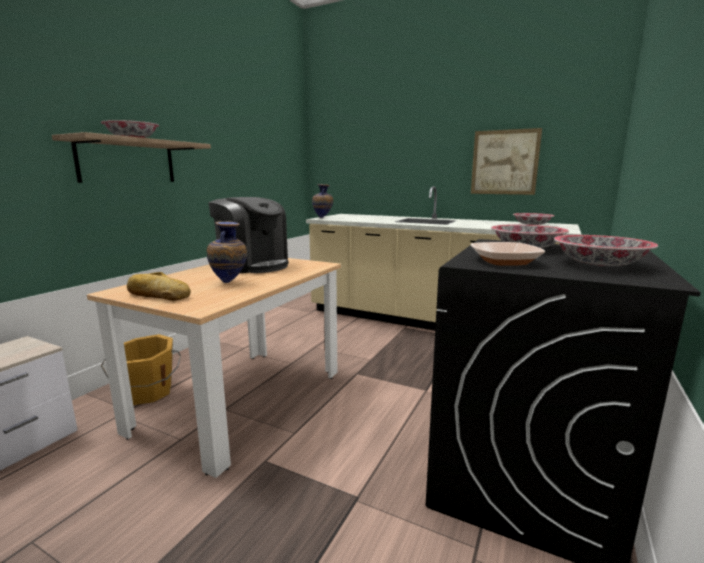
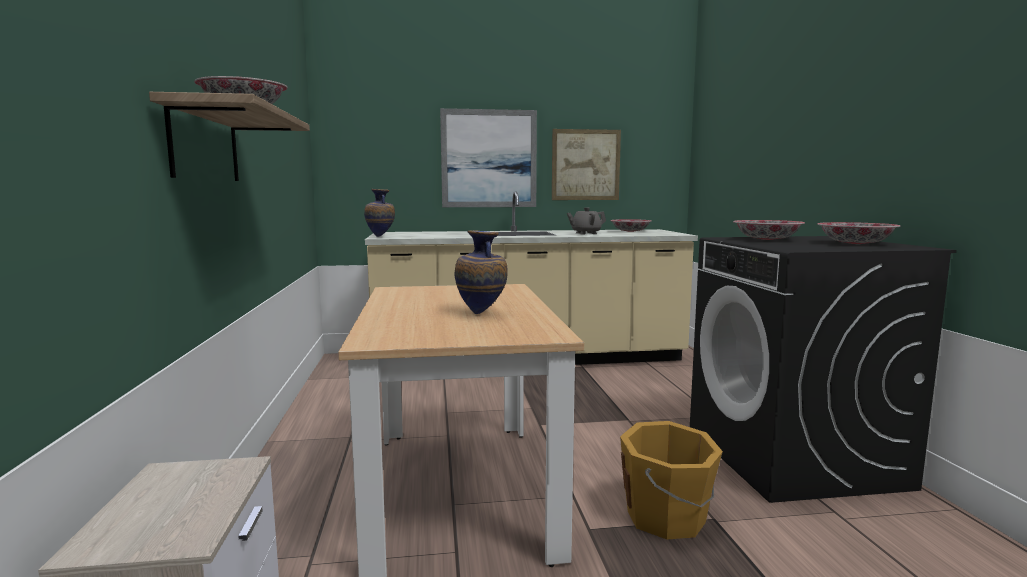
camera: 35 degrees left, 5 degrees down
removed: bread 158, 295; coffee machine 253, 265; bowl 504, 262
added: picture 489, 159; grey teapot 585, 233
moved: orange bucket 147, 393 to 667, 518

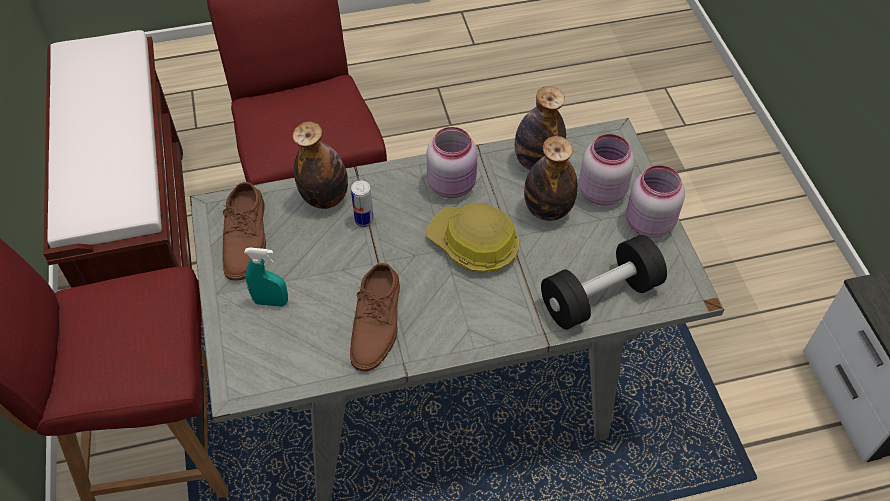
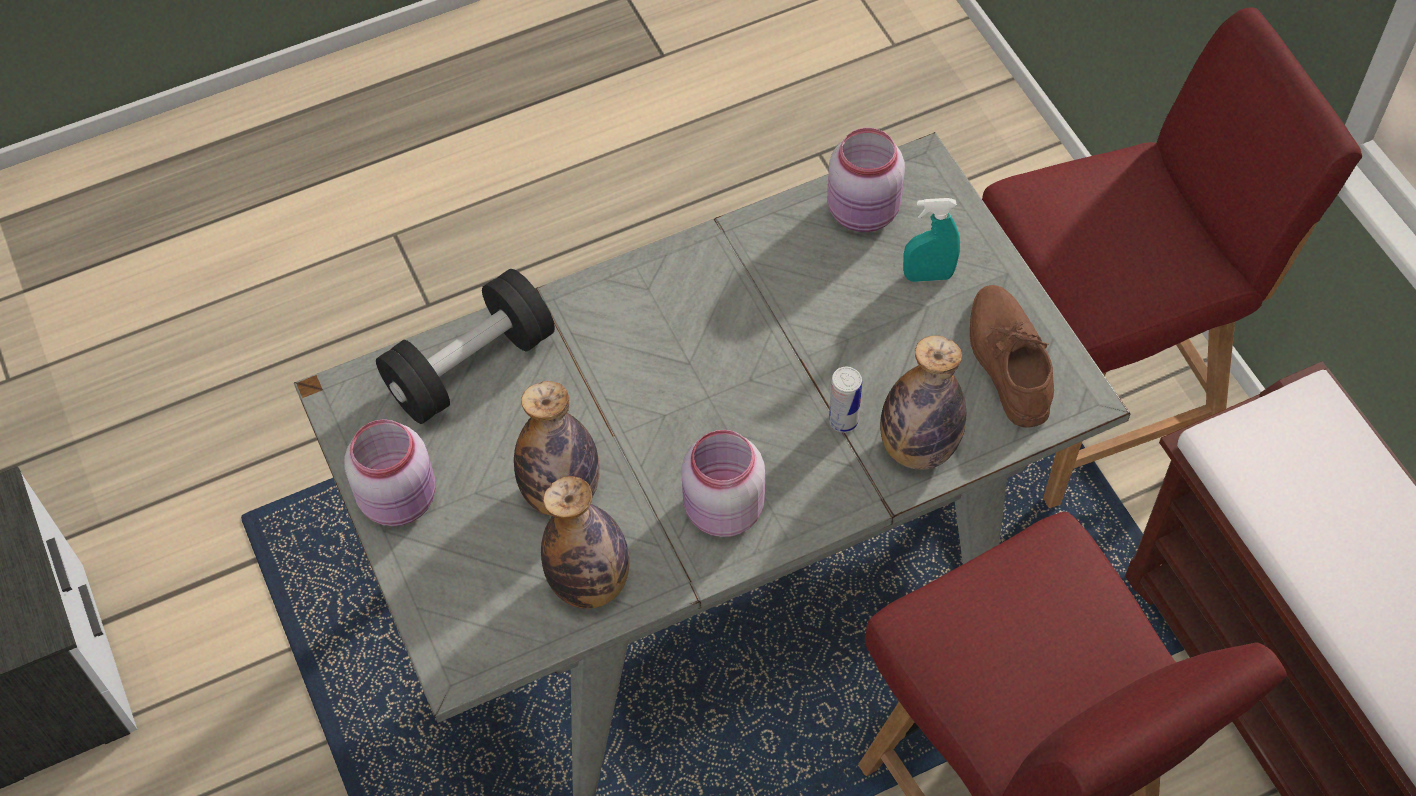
camera: 170 degrees right, 5 degrees up
removed: brown shoe 377, 322; hard hat 473, 245
moved: pink jar 600, 191 to 864, 212

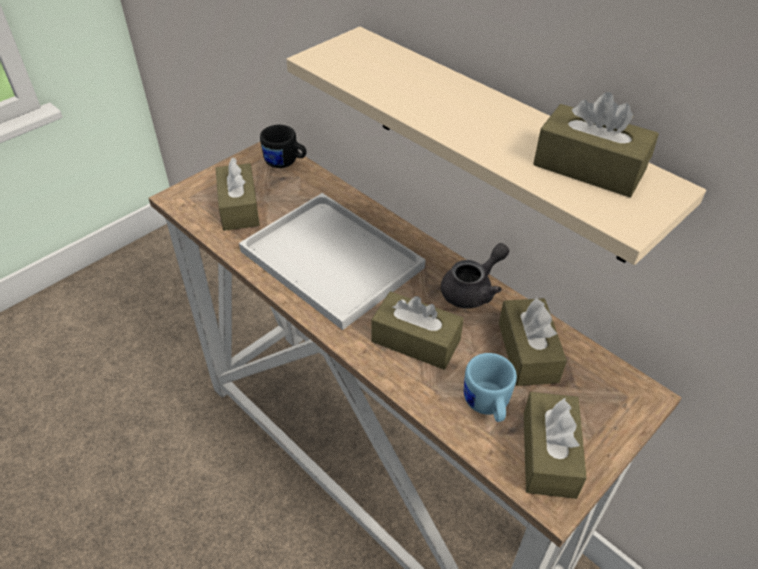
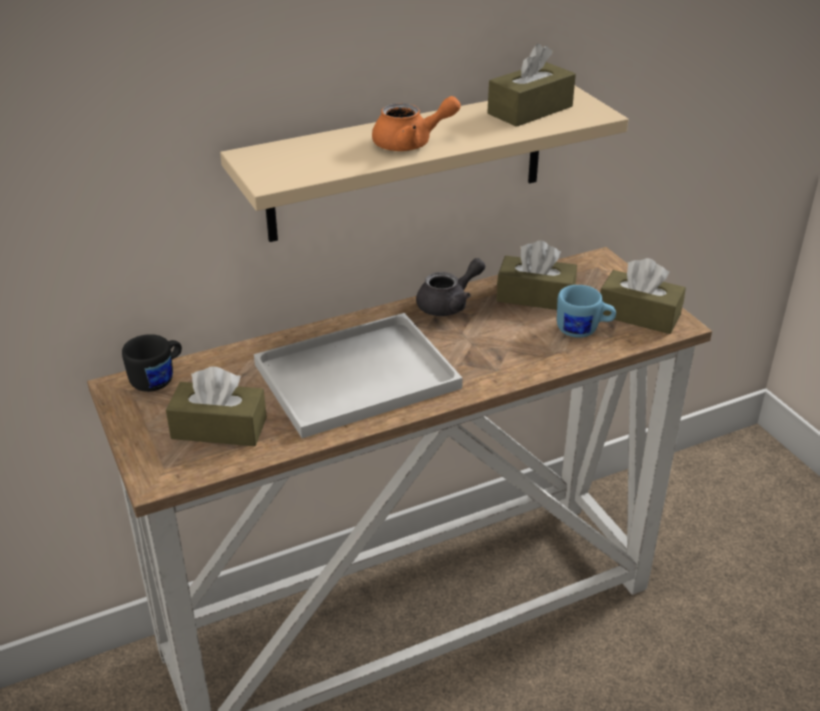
camera: 70 degrees left, 10 degrees down
removed: brown tissue box 416, 341
added: orange teapot 411, 143
turned: grey teapot 473, 290 = 449, 304 75 degrees clockwise

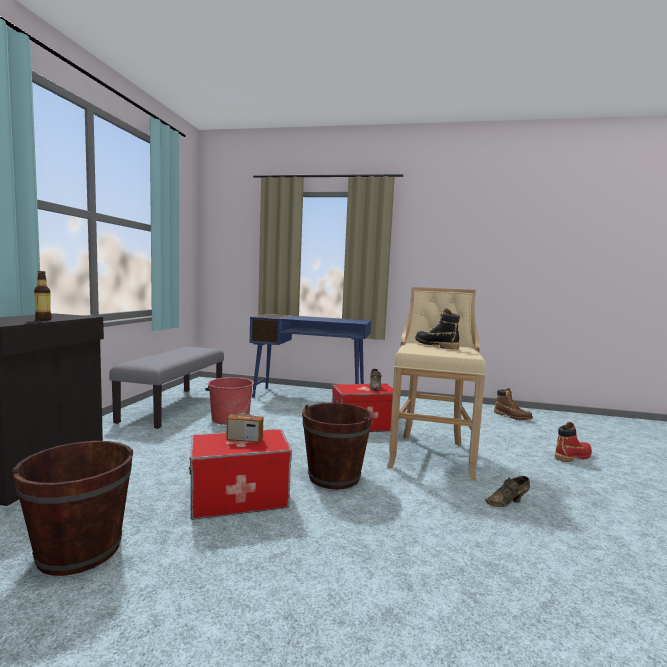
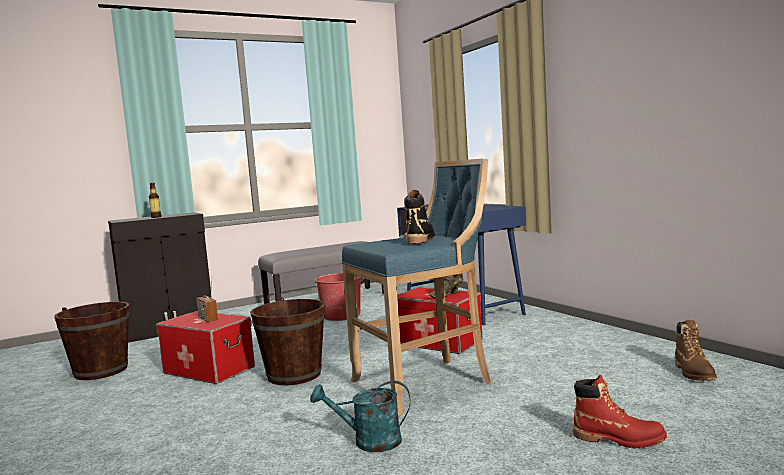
camera: 50 degrees right, 0 degrees up
replaced: brown shoe 508, 502 to turquoise watering can 368, 442
recoloured: beige stool 431, 454 to blue stool 426, 382

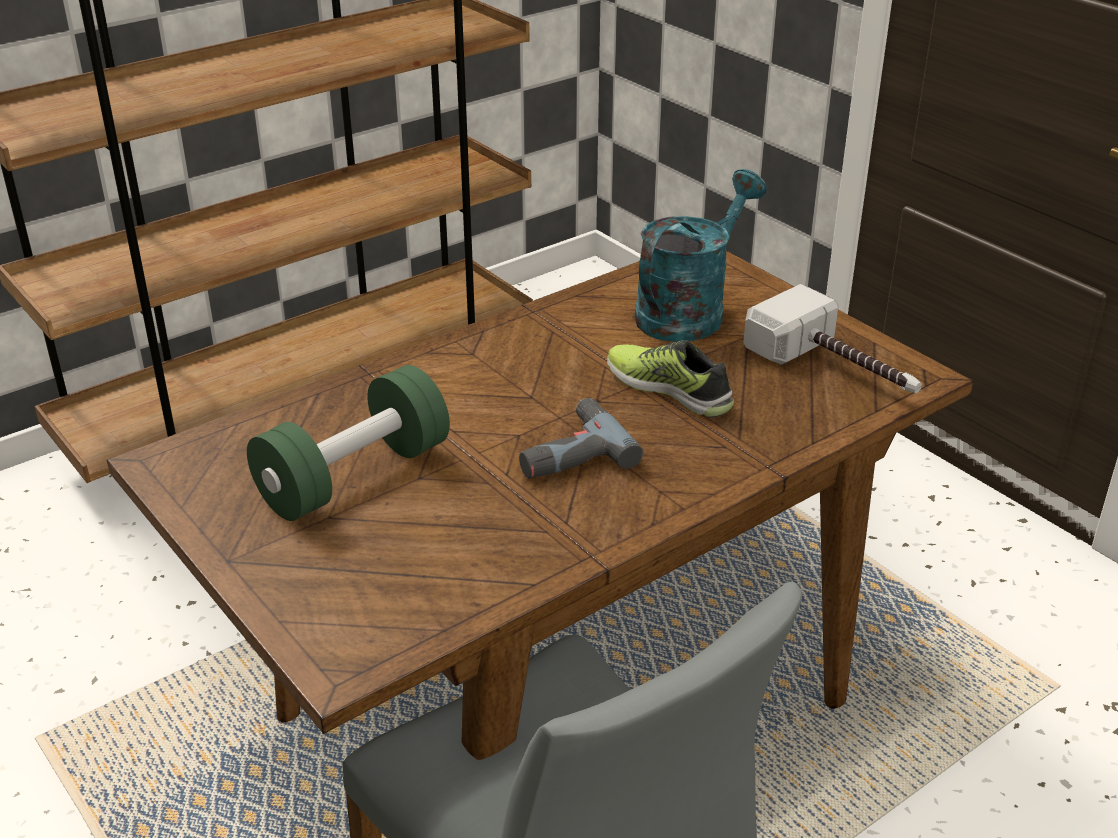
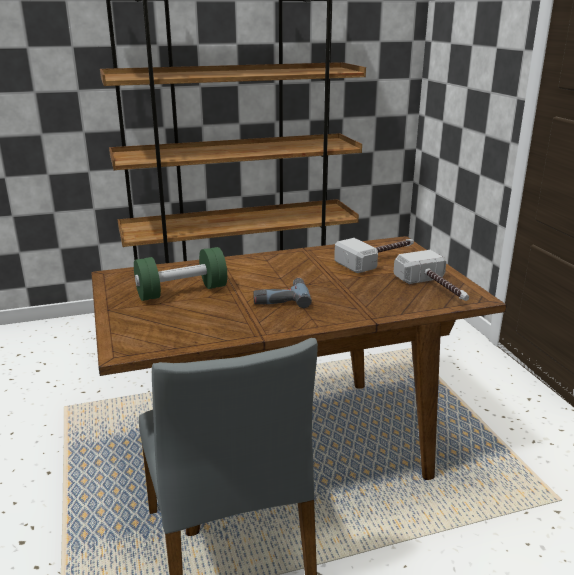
camera: 20 degrees right, 10 degrees down
removed: shoe 670, 389
replaced: turquoise watering can 688, 311 to hammer 378, 259

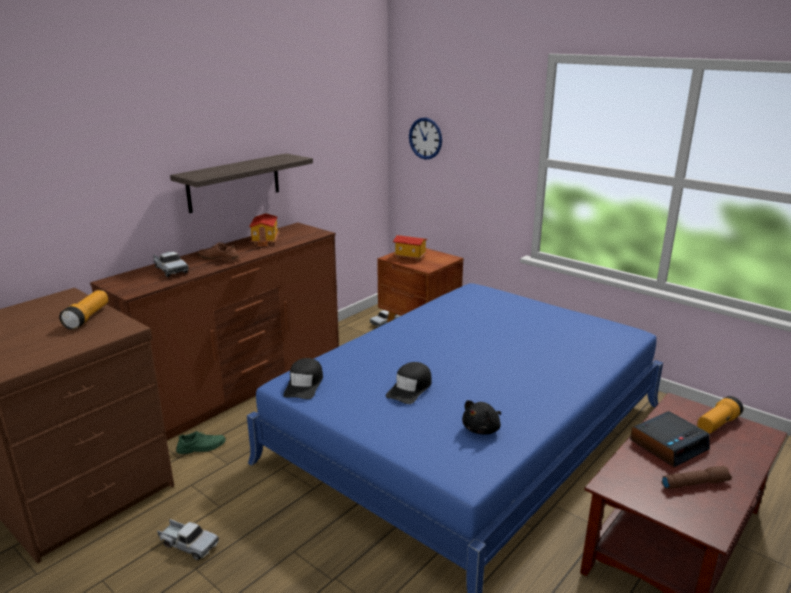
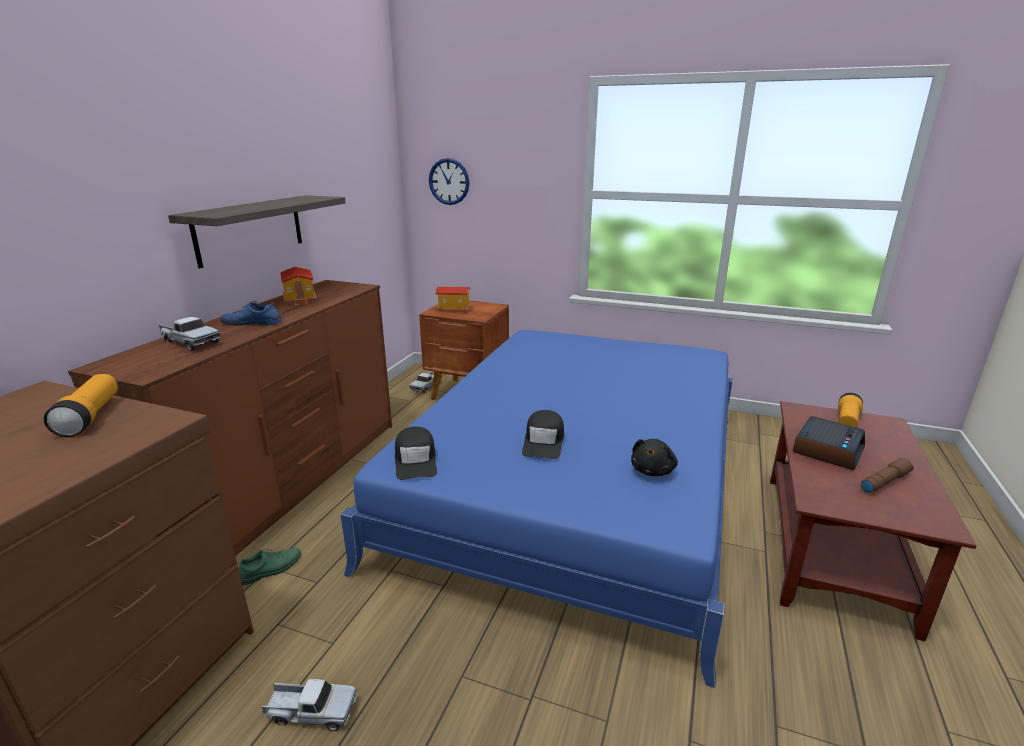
camera: 20 degrees left, 0 degrees up
recoloured: brown shoe 219, 258 to blue shoe 252, 323

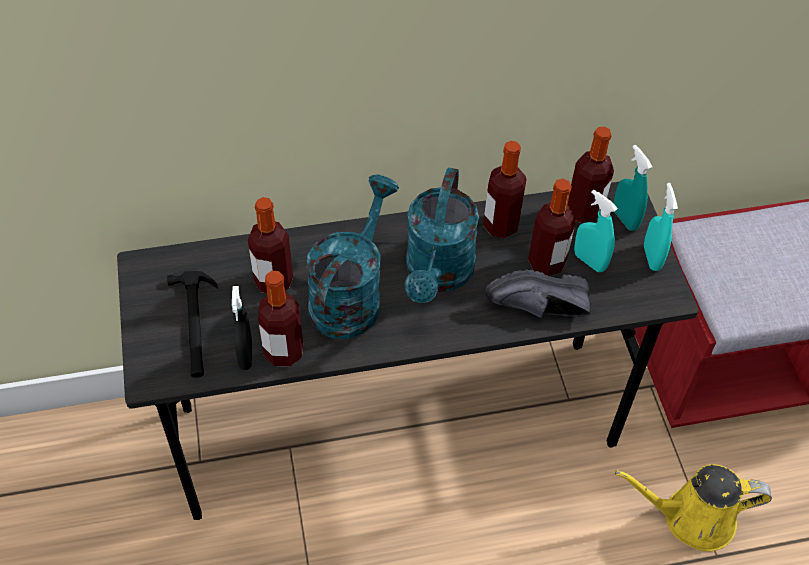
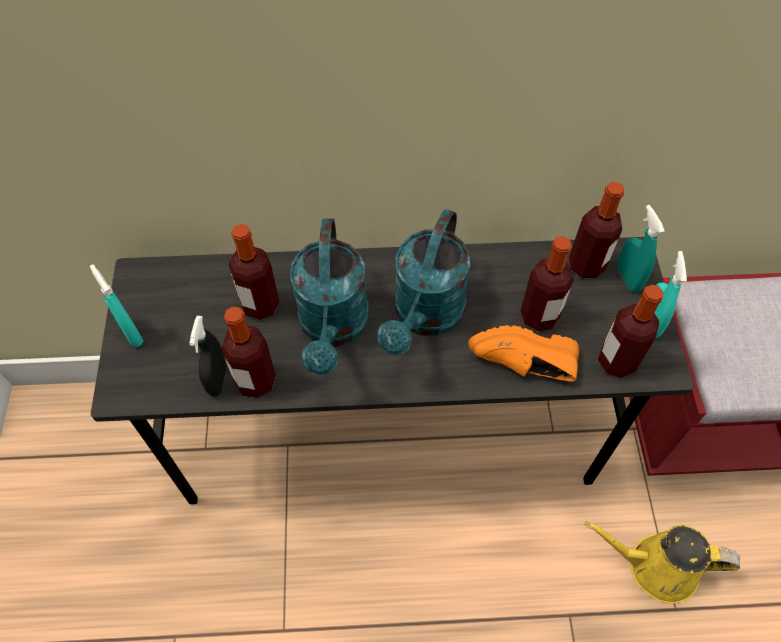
camera: 10 degrees right, 5 degrees up
removed: hammer 195, 325
moved: turquoise spray bottle 589, 261 to 131, 334; bottle 500, 225 to 616, 361
recoloured: black shoe 539, 310 to orange shoe 523, 367
turned: turquoise watering can 350, 295 = 333, 328 150 degrees clockwise

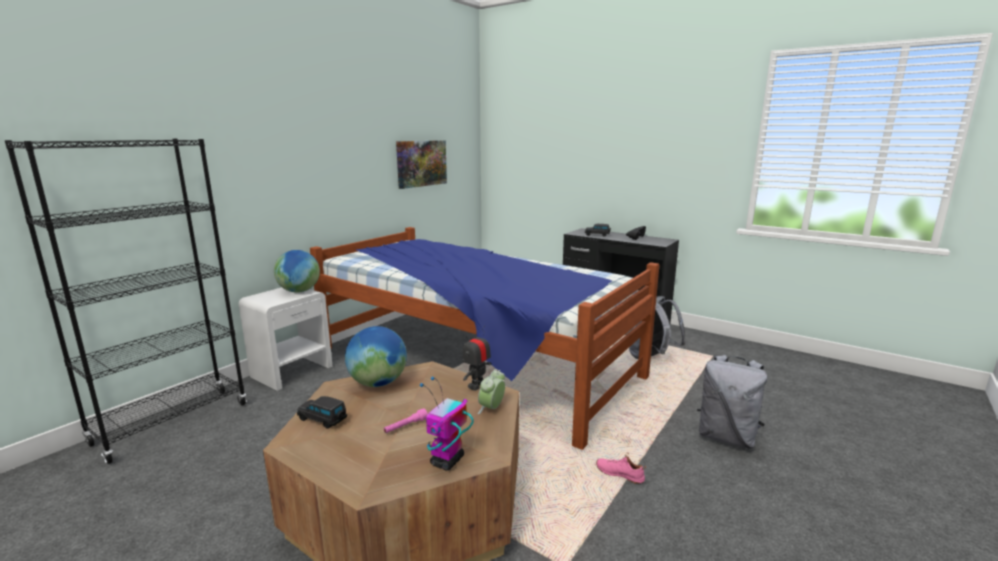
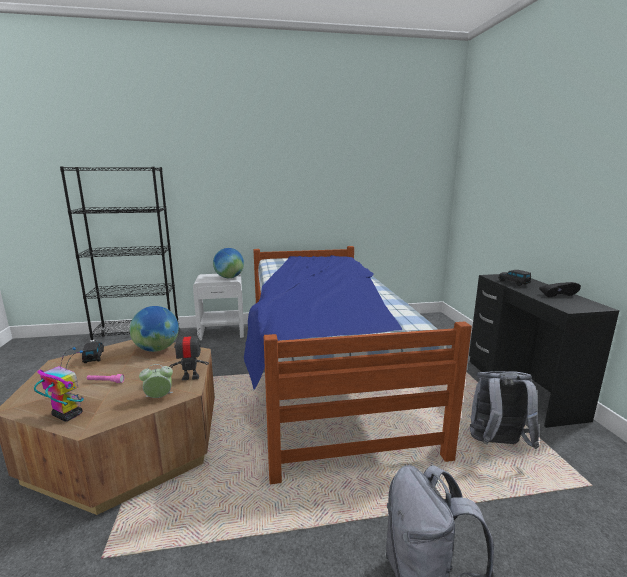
camera: 45 degrees right, 0 degrees up
removed: picture 421, 163; pink shoe 620, 474
turned: toy robot 447, 461 = 67, 415 45 degrees clockwise

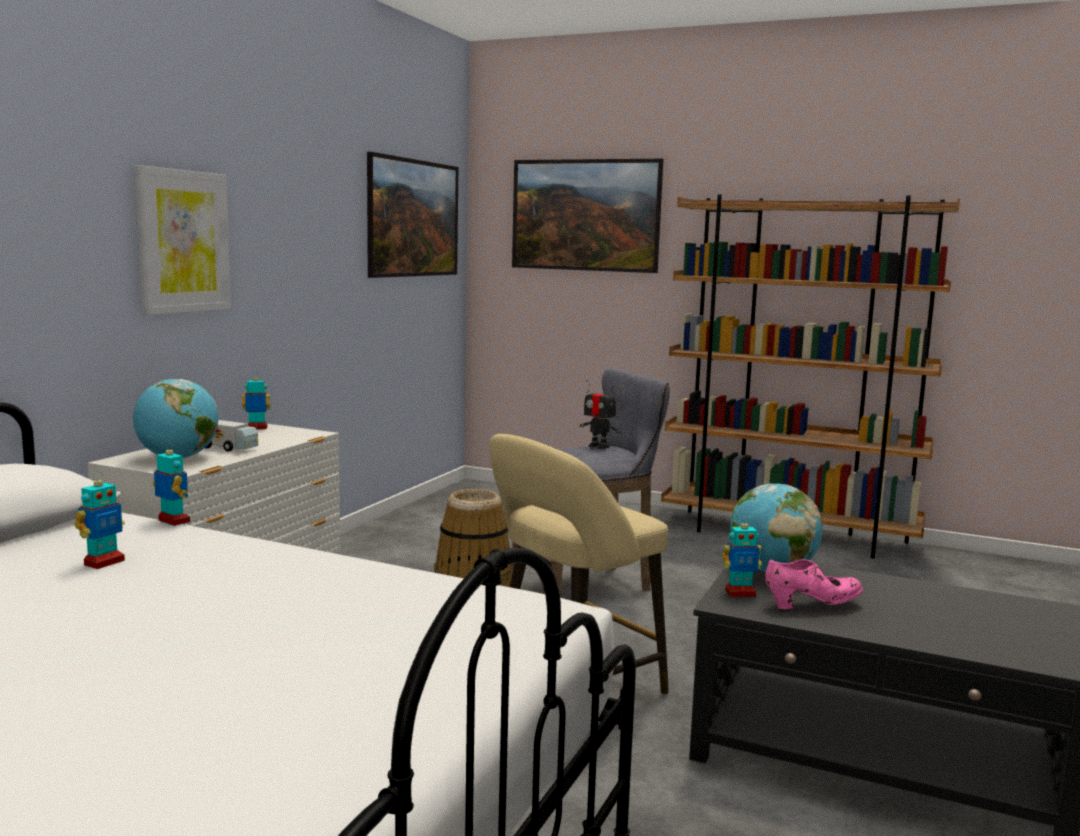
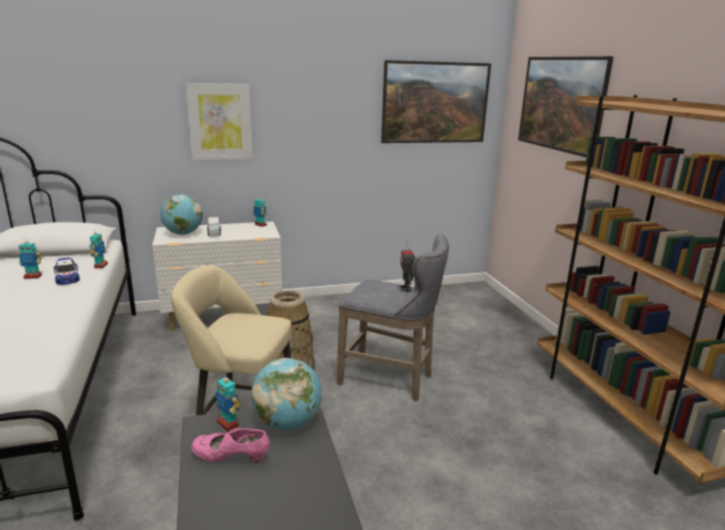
camera: 50 degrees right, 10 degrees up
added: toy car 67, 277
turned: pink shoe 812, 605 = 231, 458 150 degrees clockwise

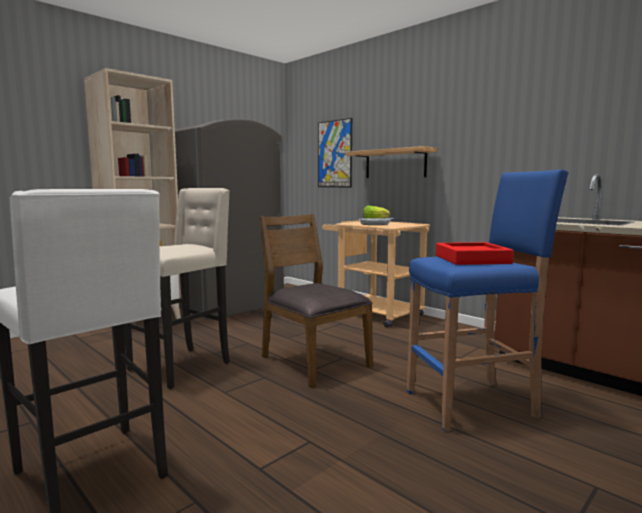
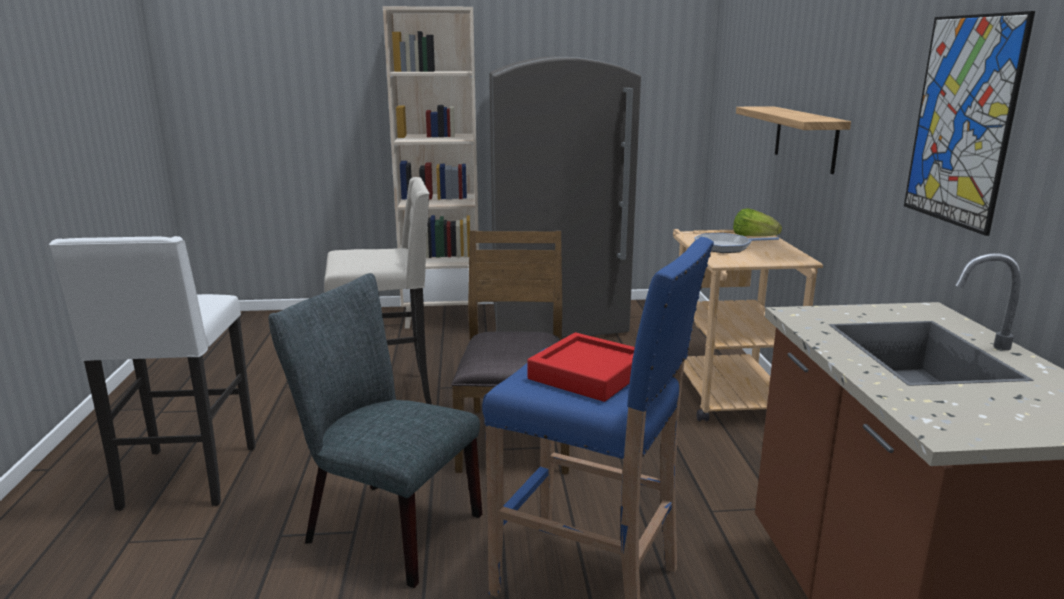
camera: 40 degrees right, 10 degrees up
added: grey chair 383, 526
moved: picture 334, 154 to 962, 121

